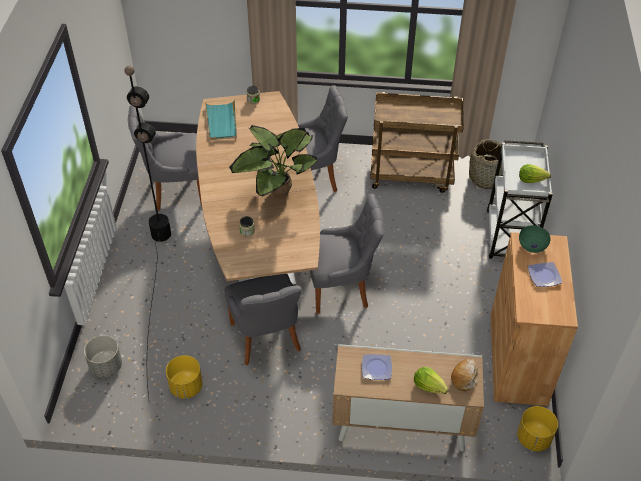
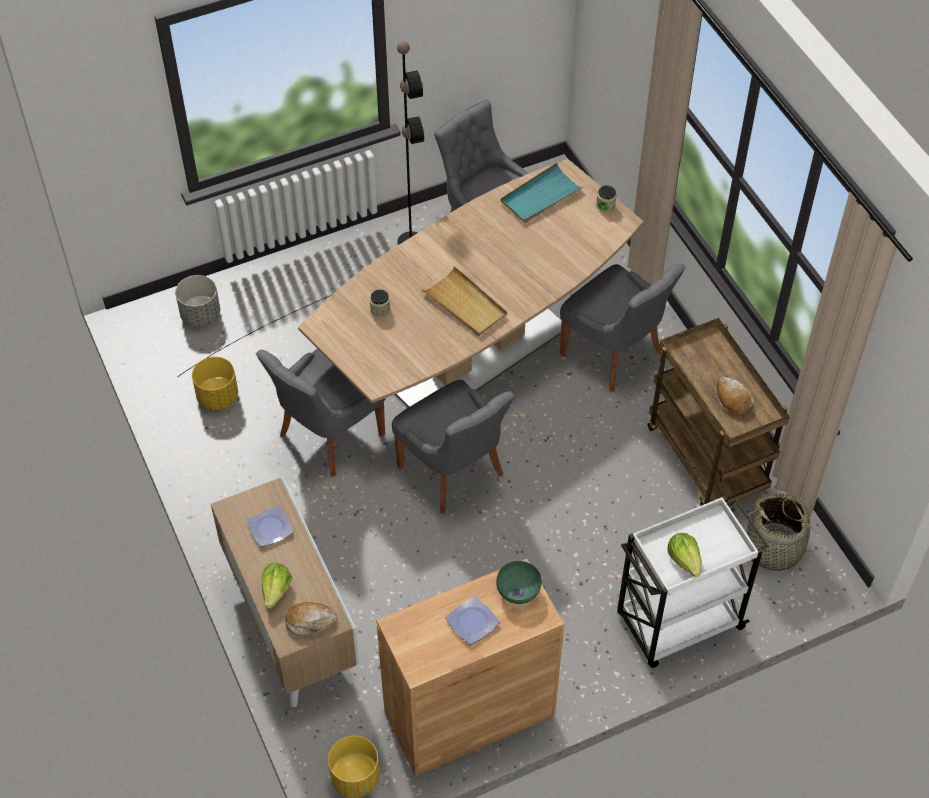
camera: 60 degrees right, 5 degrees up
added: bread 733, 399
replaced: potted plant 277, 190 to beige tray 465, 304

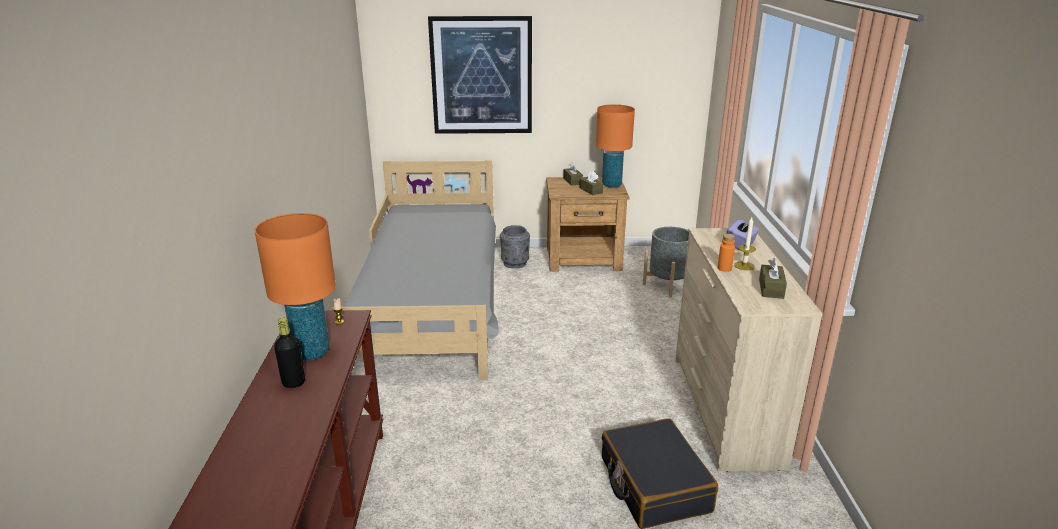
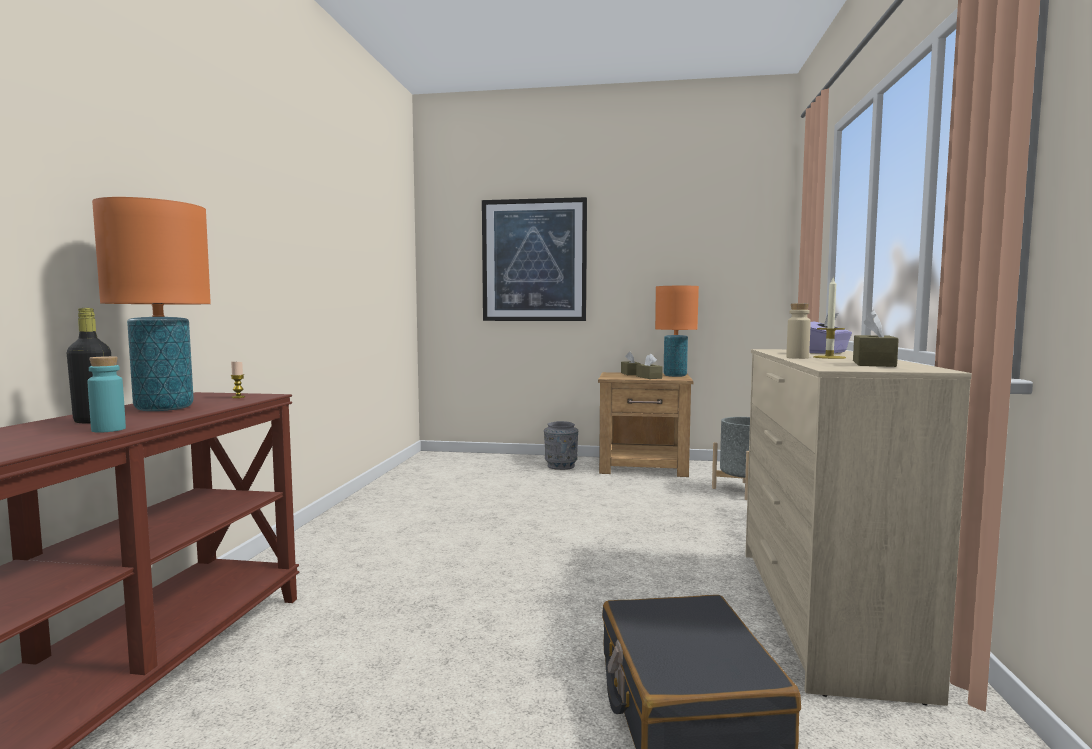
camera: 10 degrees right, 20 degrees down
removed: grey bed 433, 304
added: turquoise bottle 108, 429
recoloured: orange bottle 724, 268 to beige bottle 797, 357

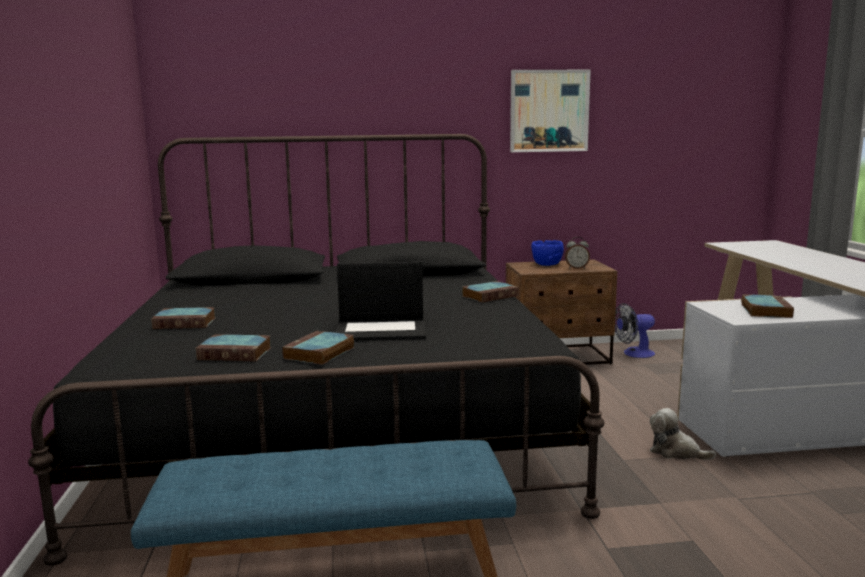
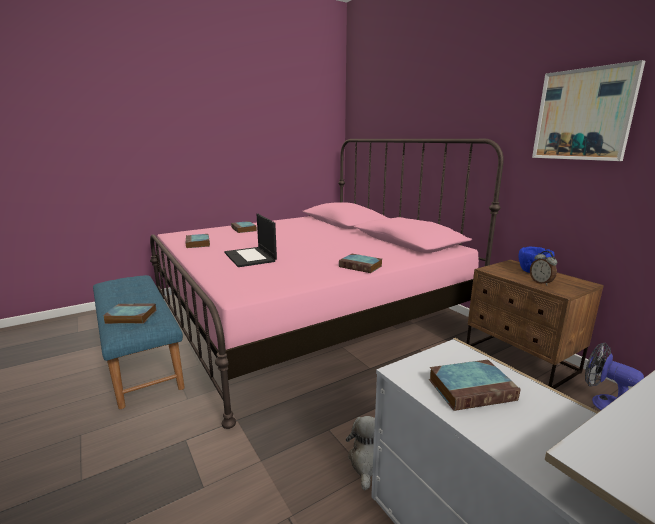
camera: 65 degrees right, 5 degrees up
moved: book 319, 353 to 130, 317
recoloured: black bed 335, 425 to pink bed 307, 312

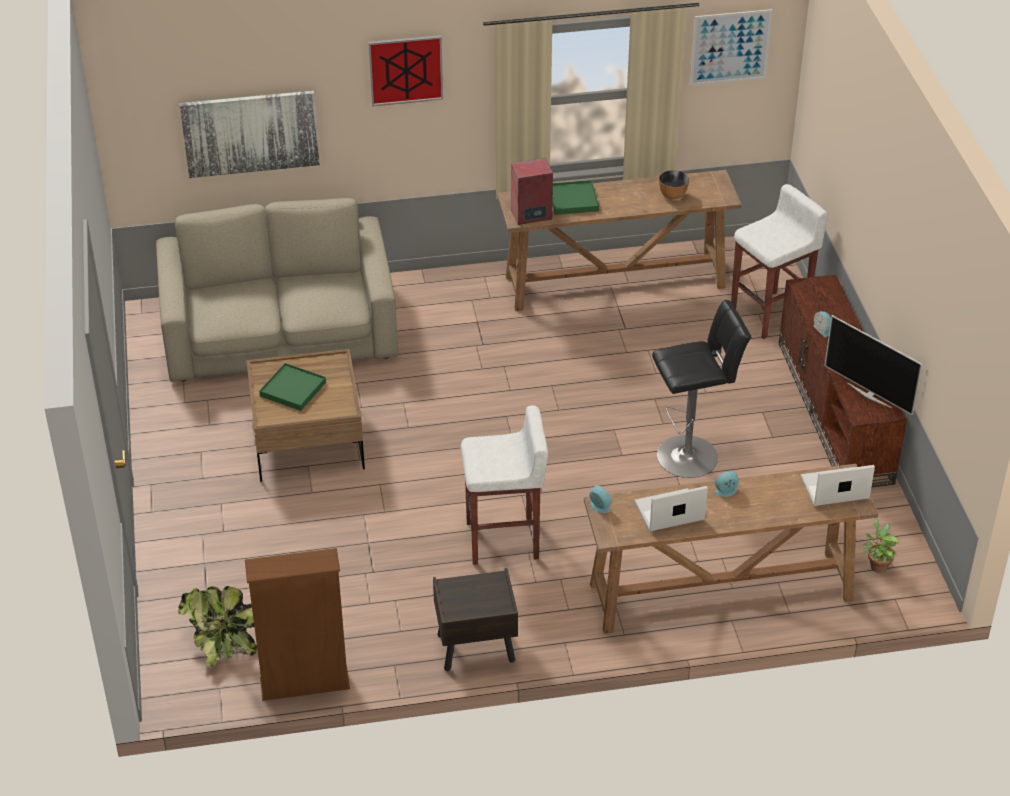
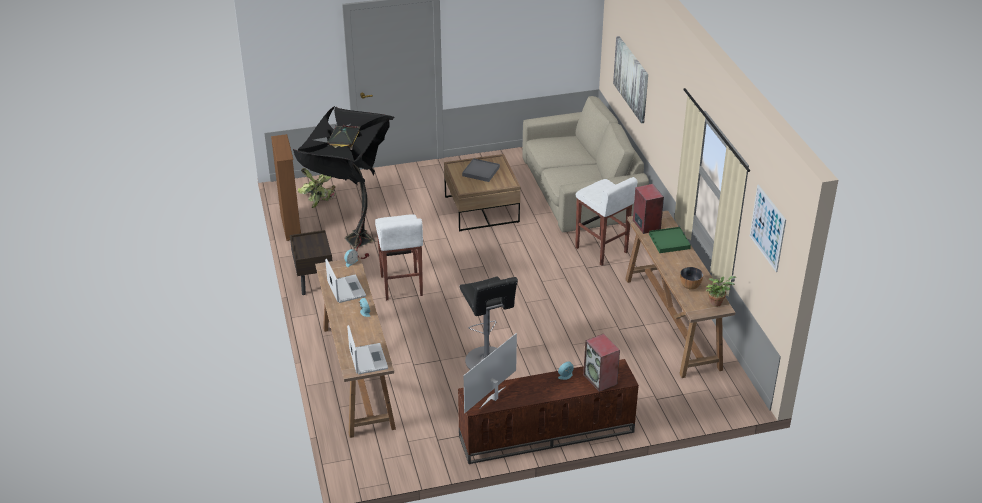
camera: 85 degrees right, 5 degrees down
removed: picture 406, 70
added: black floor lamp 352, 242; speaker 600, 379
moved: white stool 770, 315 to 601, 250; potted plant 877, 565 to 716, 302
recoloured: green tray 292, 389 to grey tray 481, 171

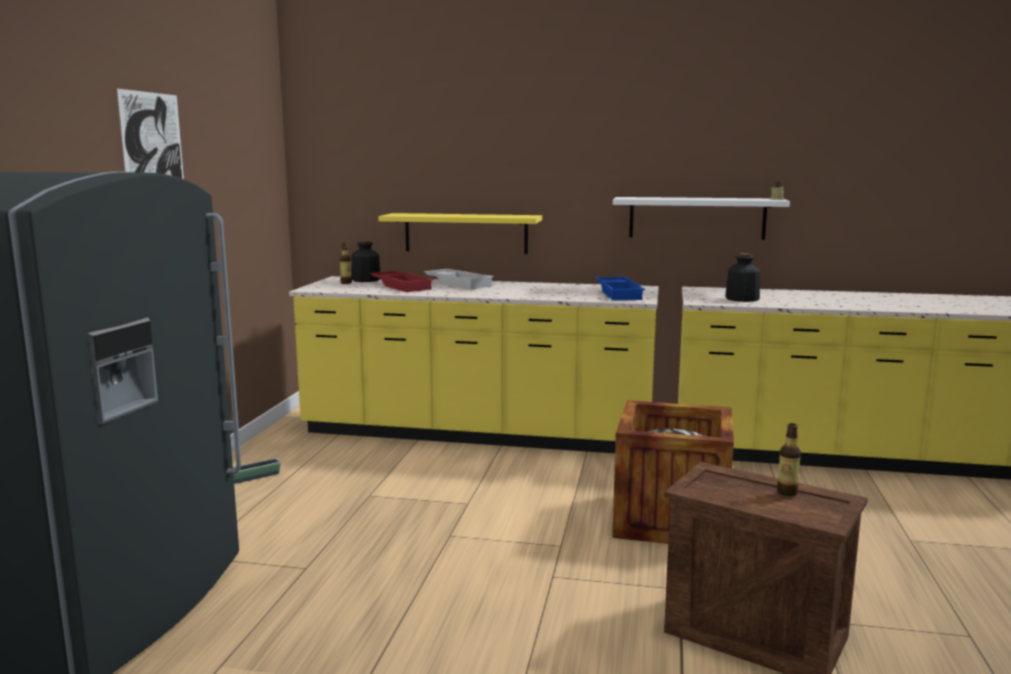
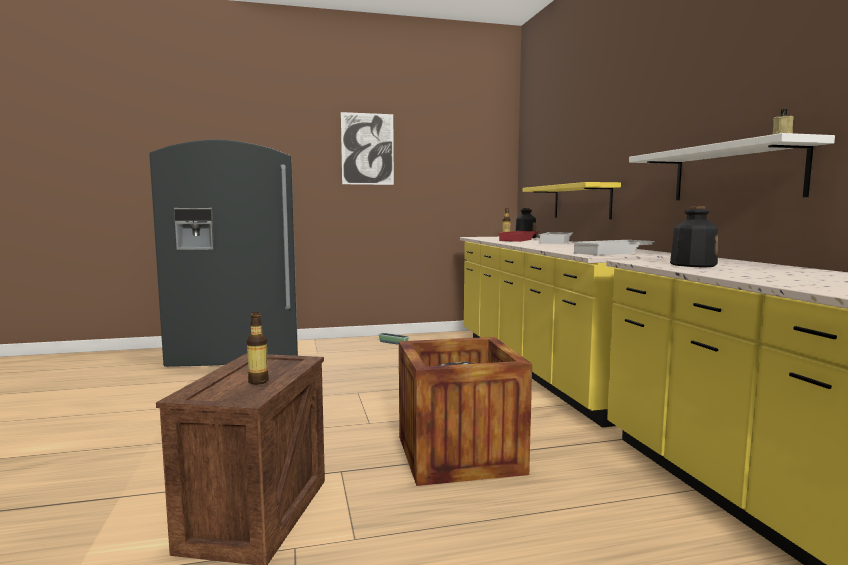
camera: 65 degrees right, 5 degrees down
recoloured: blue tray 620, 293 to white tray 613, 252

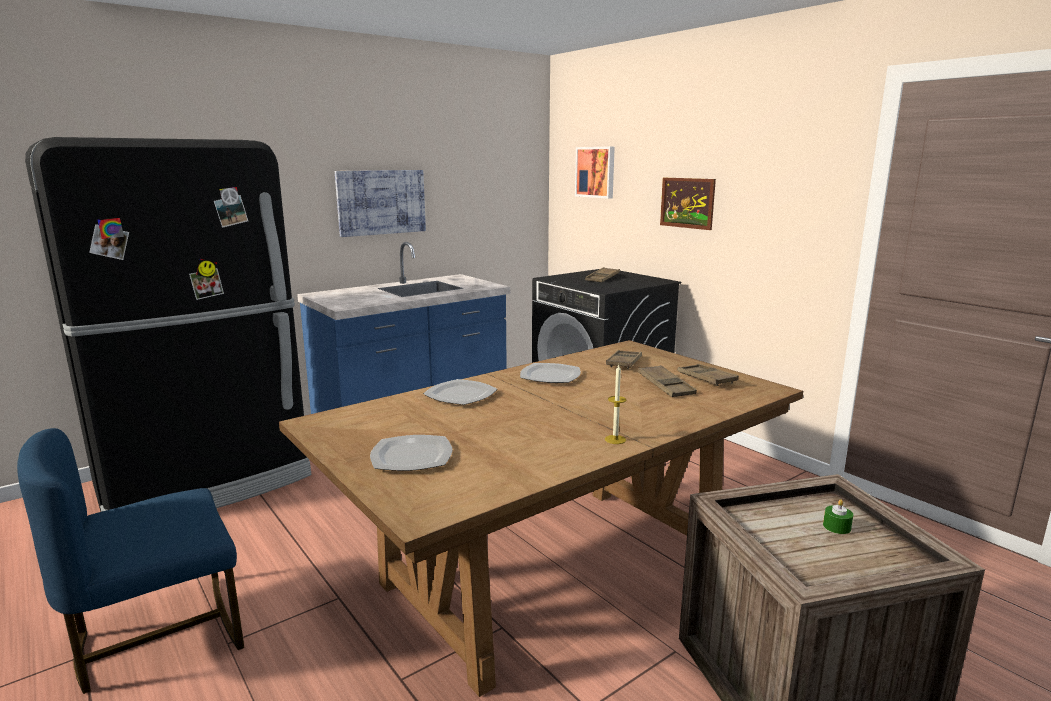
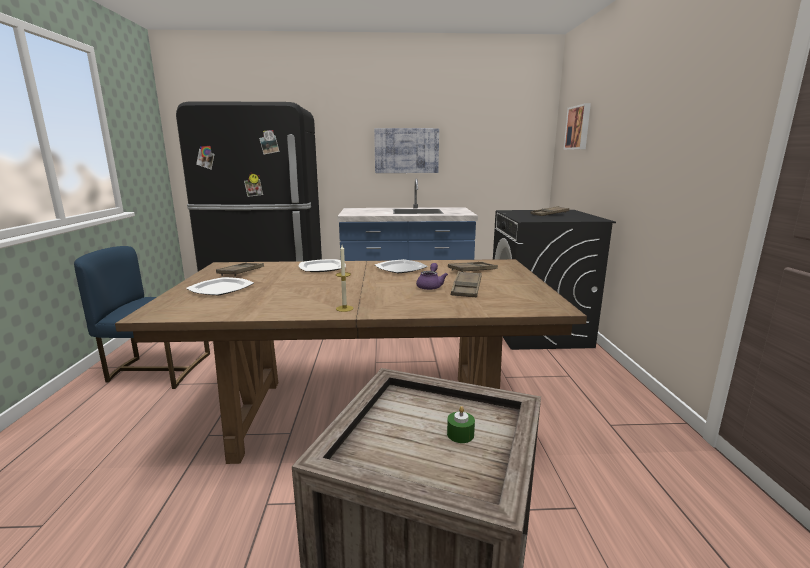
camera: 35 degrees right, 0 degrees up
removed: picture 687, 203
added: purple teapot 430, 286
moved: brown tray 706, 379 to 241, 272

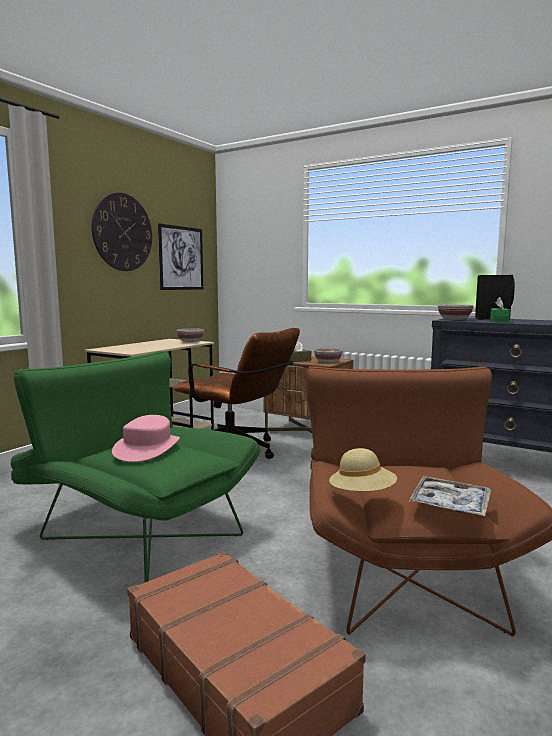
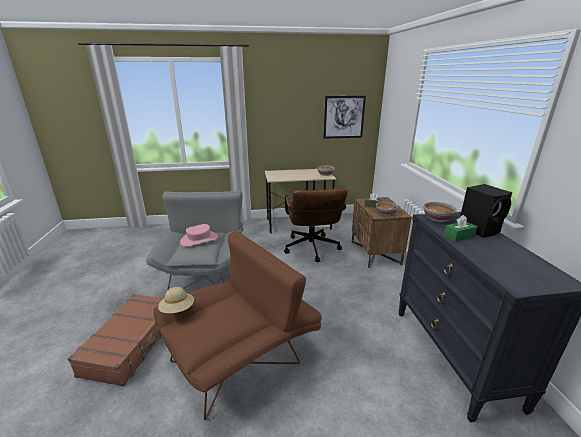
camera: 50 degrees right, 15 degrees up
removed: wall clock 122, 232; tray 450, 504
recoloured: green armchair 135, 531 to grey armchair 206, 270

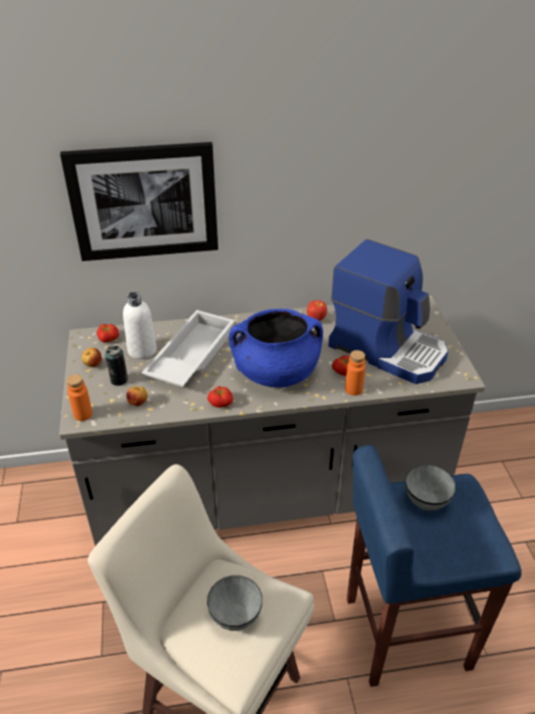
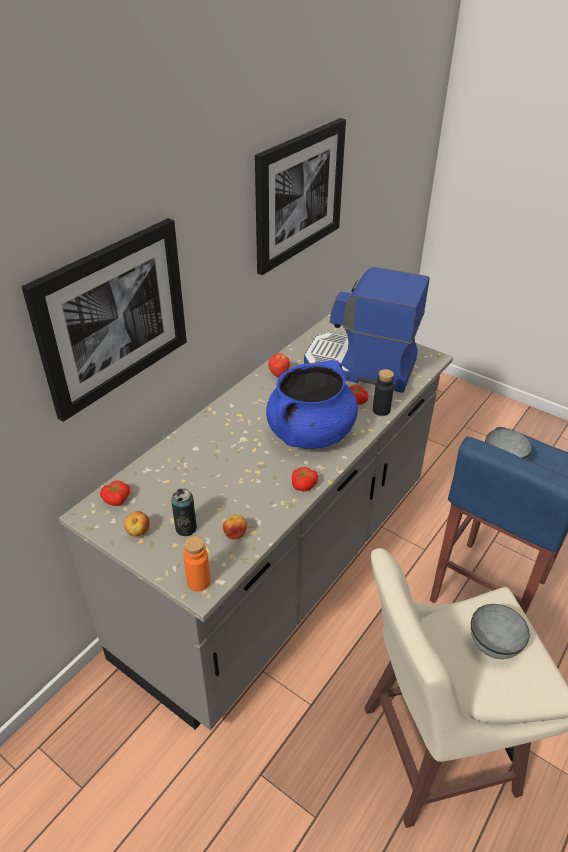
camera: 45 degrees left, 0 degrees up
removed: white bottle 142, 350; white tray 190, 355
added: picture 298, 194
recoloured: orange bottle 353, 389 to black bottle 381, 410
turned: coffee machine 388, 348 = 360, 366 150 degrees counterclockwise

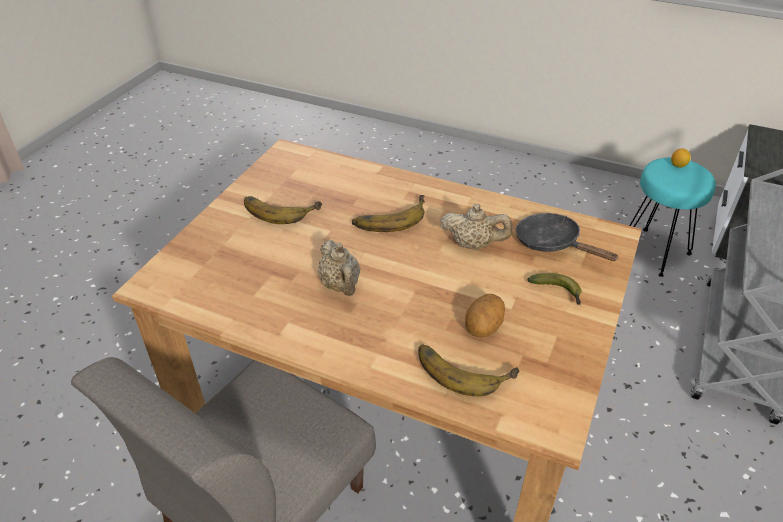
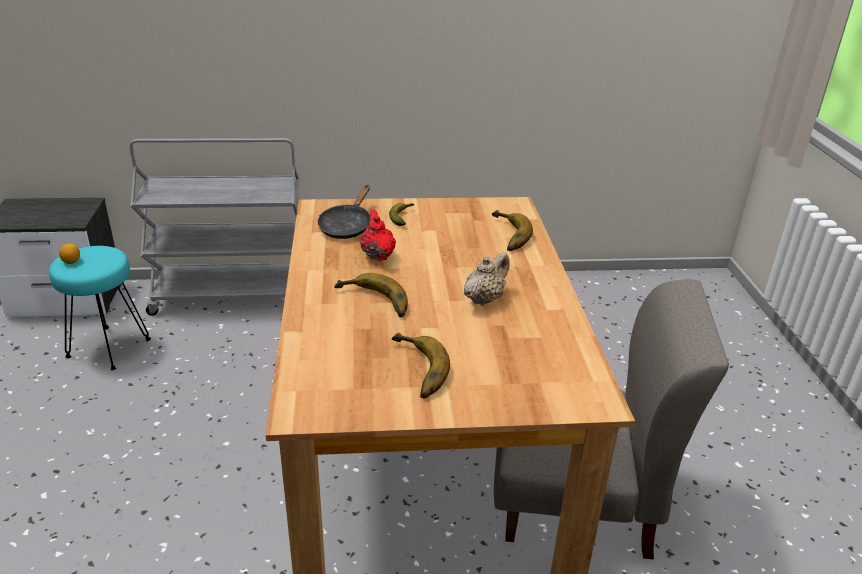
camera: 120 degrees left, 10 degrees down
removed: potato 484, 327
recoloured: beige teapot 474, 245 to red teapot 377, 255

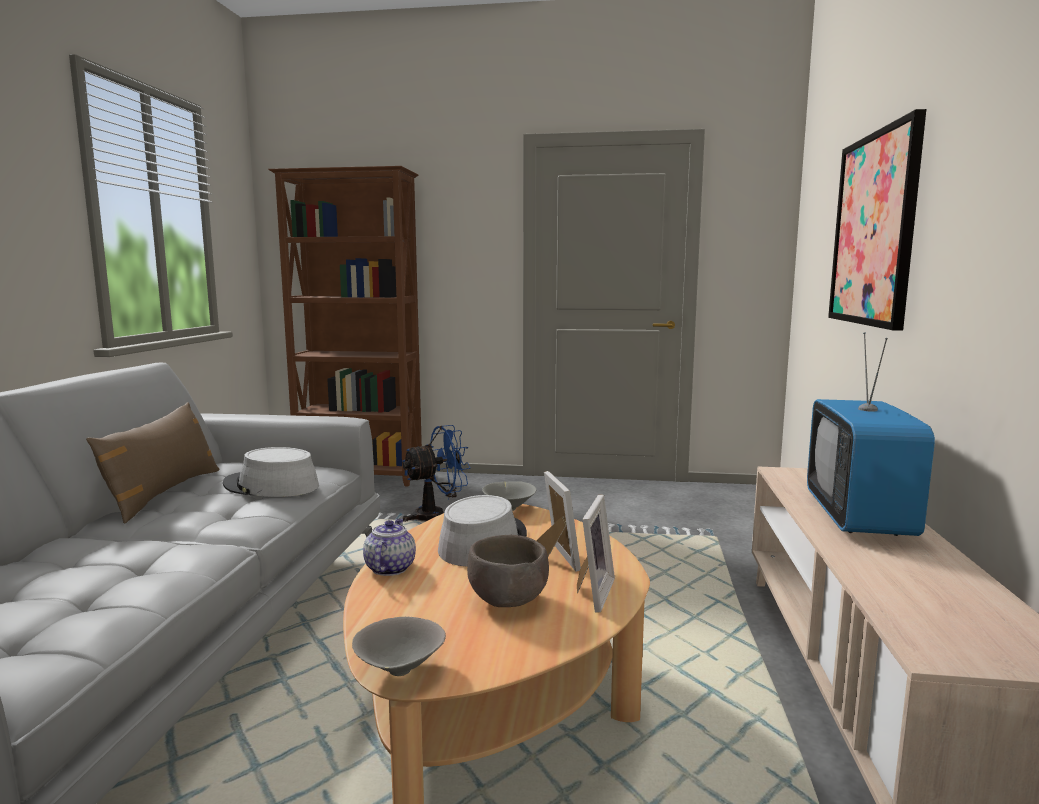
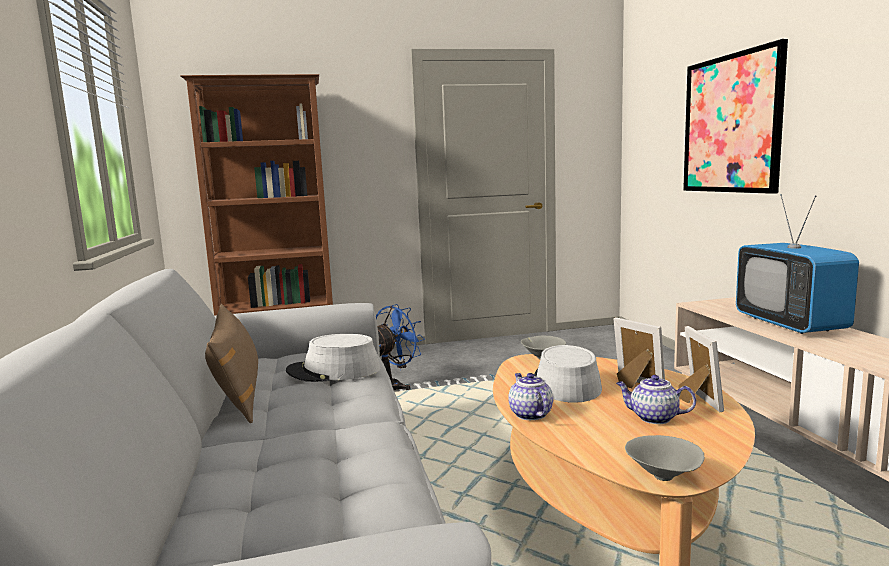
camera: 20 degrees left, 0 degrees up
replaced: brown bowl 507, 601 to teapot 653, 418

